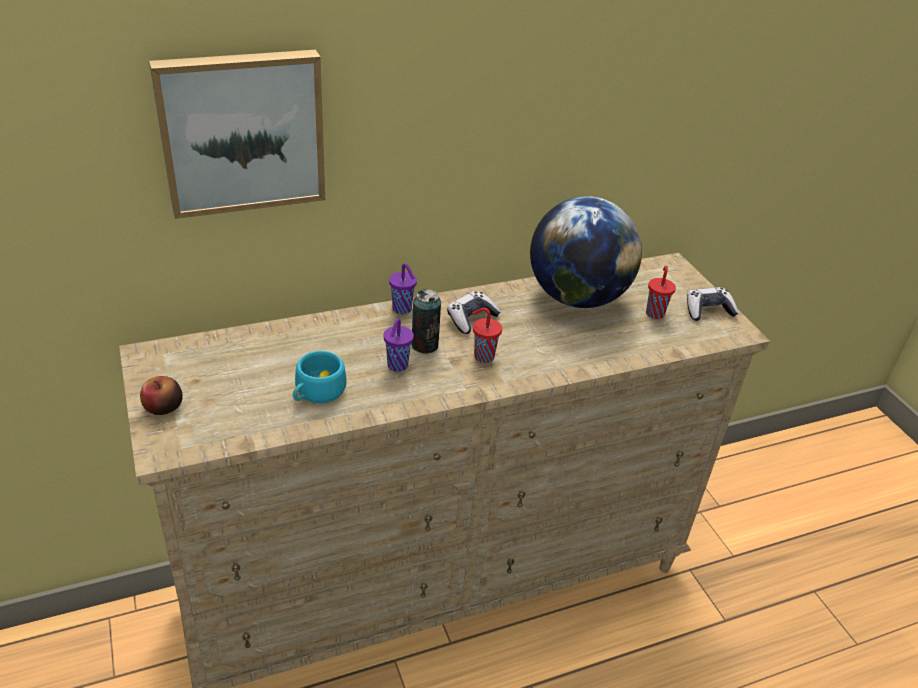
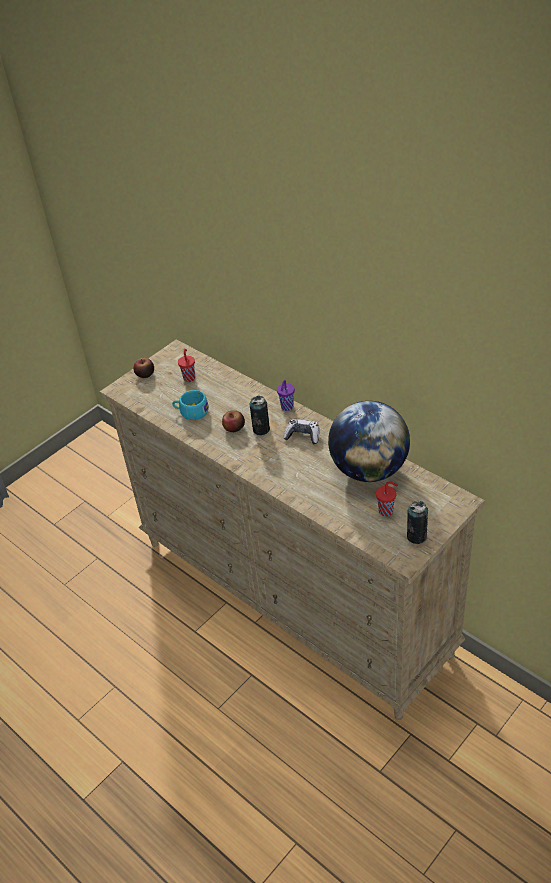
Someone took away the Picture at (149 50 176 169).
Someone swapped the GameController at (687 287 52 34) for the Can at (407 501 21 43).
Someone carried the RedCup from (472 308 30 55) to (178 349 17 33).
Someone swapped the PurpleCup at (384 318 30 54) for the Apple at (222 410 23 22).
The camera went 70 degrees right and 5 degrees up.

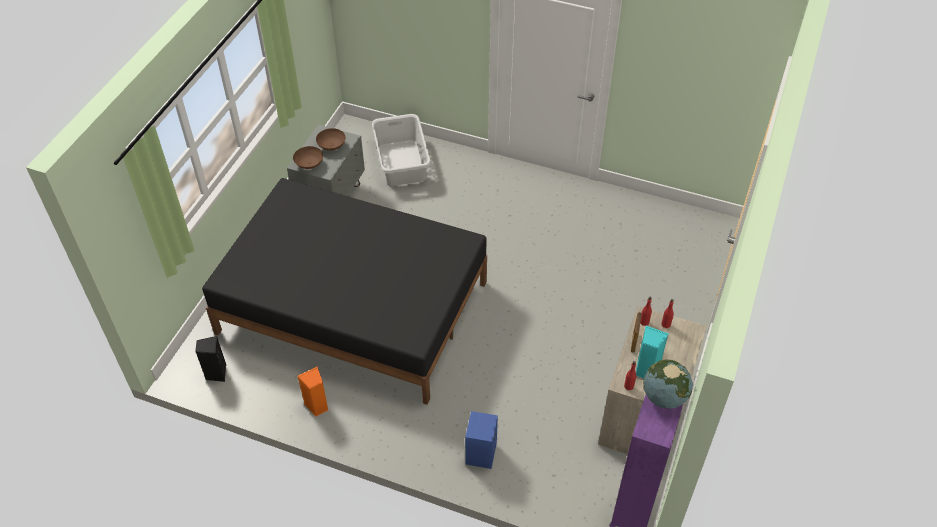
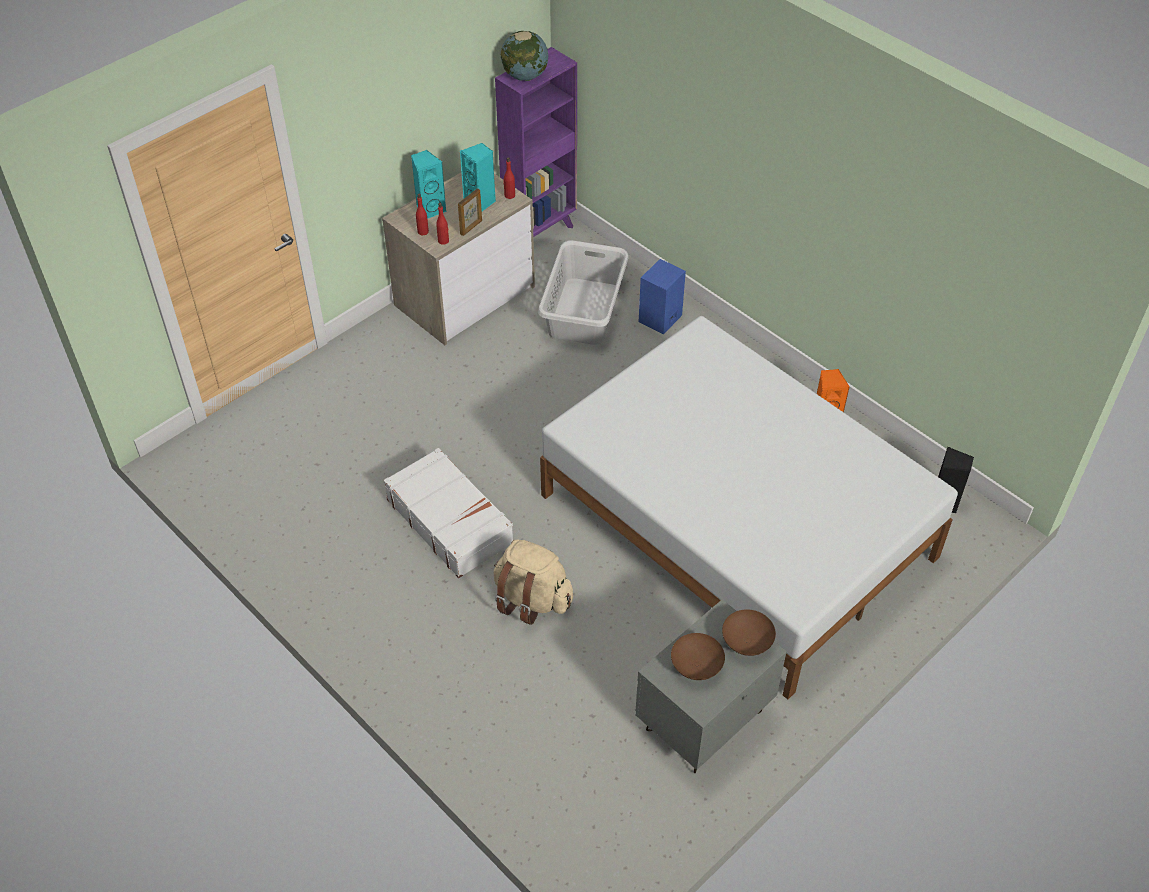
Someone carried the GreyLaundryBasket from (372 114 59 72) to (538 240 91 105).
Someone repainted the BlackBed at (202 178 285 227), which became the WhiteBed at (540 316 418 383).
Someone put down the TurquoiseSpeaker at (411 150 36 69).
Someone put down the WhiteSuitcase at (384 448 130 130).
Someone put down the BeigeBackpack at (494 539 79 86).
The camera went 155 degrees left and 0 degrees up.

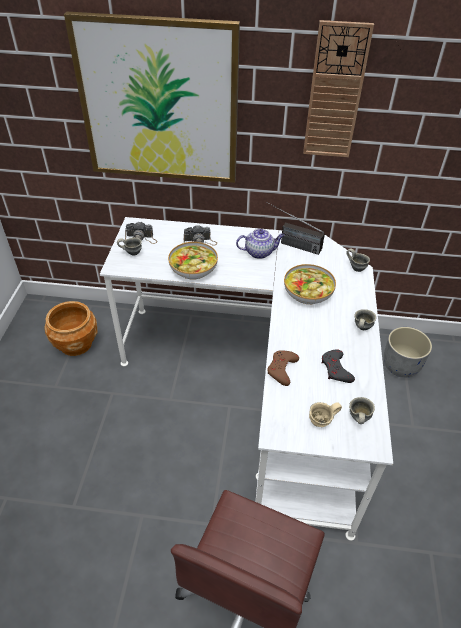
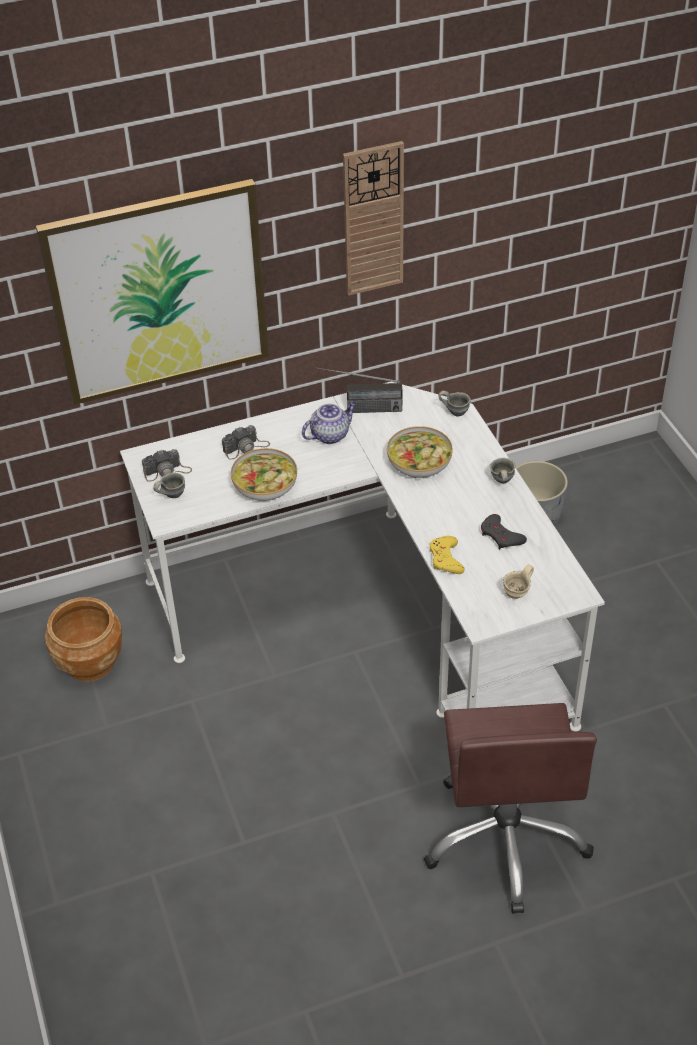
Someone repainted the BrownGameController at (267 350 32 36), which became the YellowGameController at (429 536 36 38).
Someone took away the GreyMug at (349 397 26 27).
The camera went 25 degrees left and 0 degrees up.

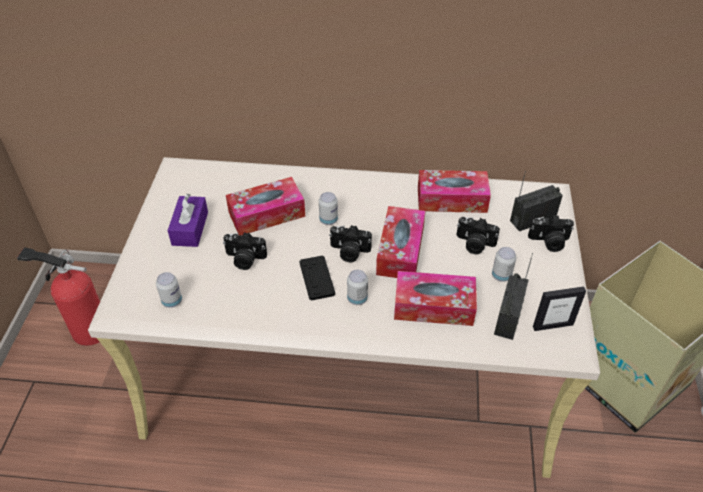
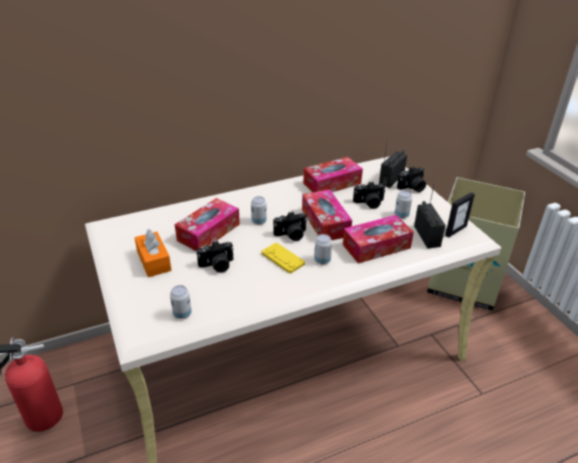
Someone repainted the PurpleTissueBox at (168 194 40 53), which became the OrangeTissueBox at (135 229 37 48).
Someone repainted the BlackGameController at (299 256 36 45), which became the YellowGameController at (261 243 44 30).
The camera went 30 degrees left and 10 degrees down.

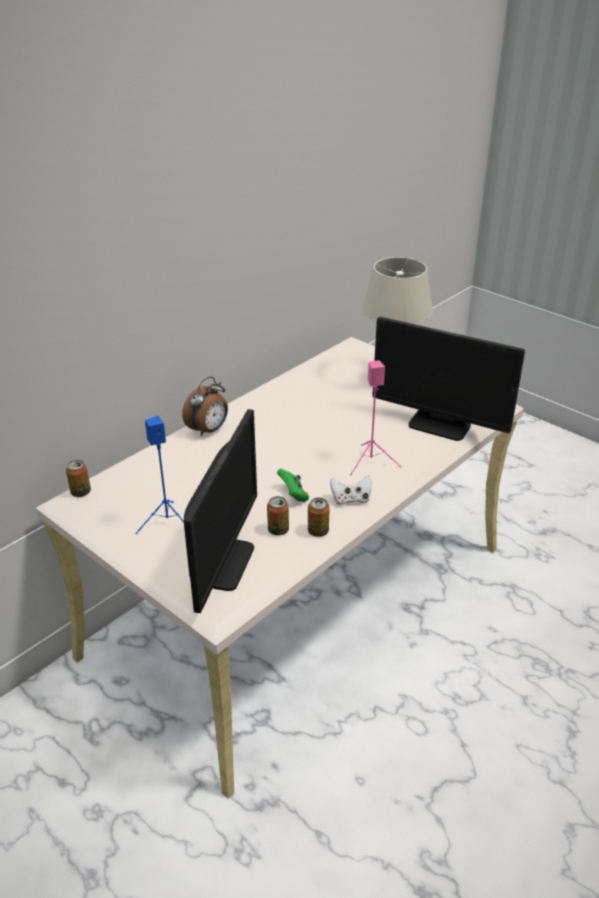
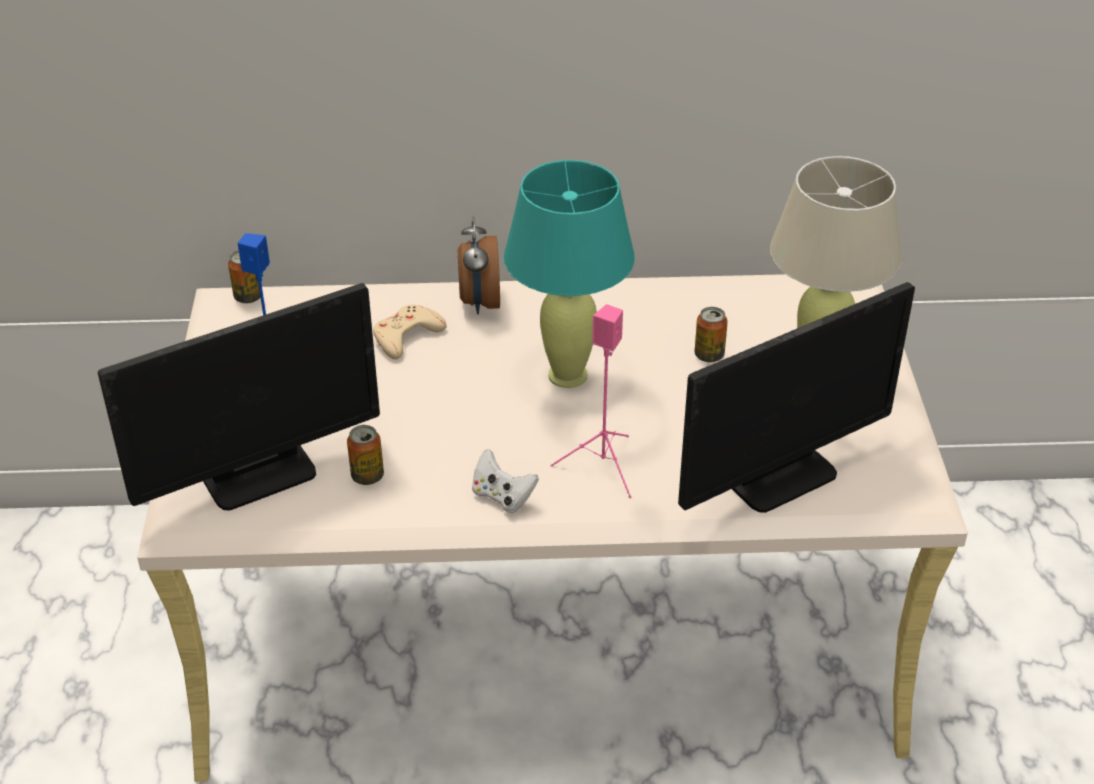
Someone rotated the Monitor at (372 317 153 124) by 105 degrees counterclockwise.
Someone rotated the AlarmClock at (182 377 46 59) by 90 degrees clockwise.
Someone took away the GreenGameController at (277 469 32 33).
Someone carried the Can from (308 497 22 40) to (694 307 34 55).
Someone put down the TurquoiseTableLamp at (504 160 131 228).
Someone put down the BeigeGameController at (373 305 74 54).
The camera went 45 degrees right and 5 degrees up.

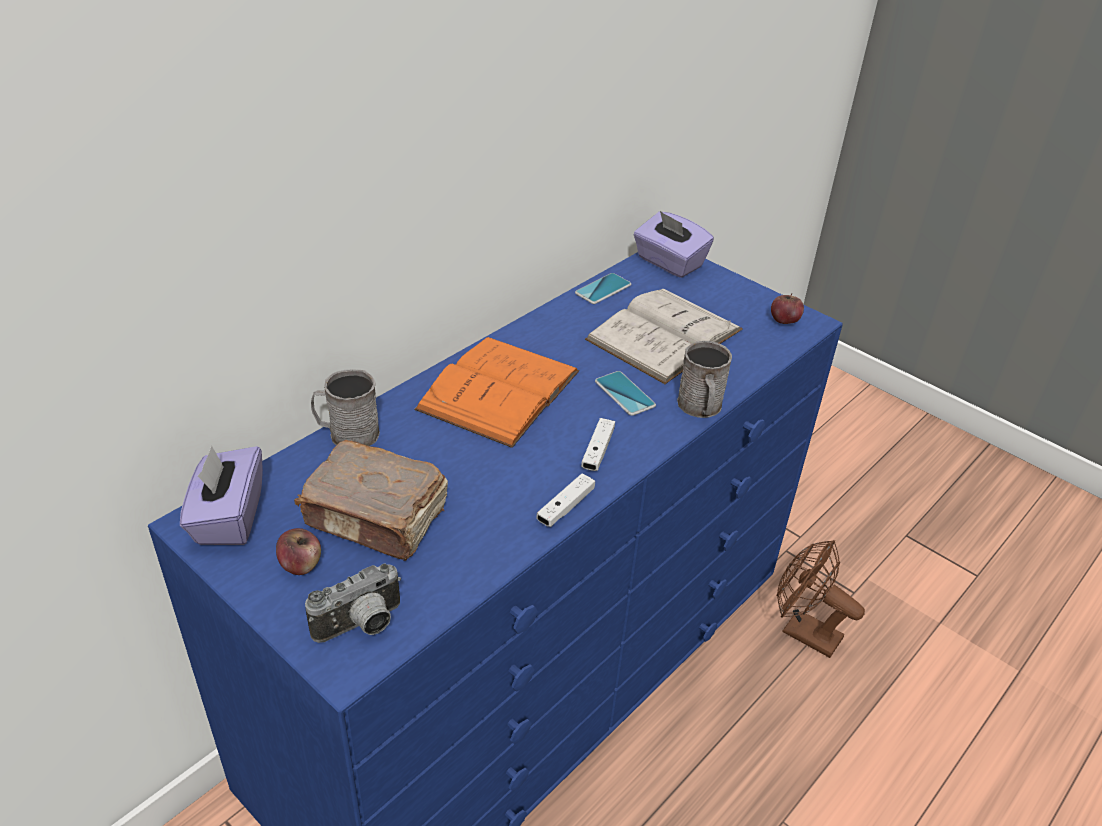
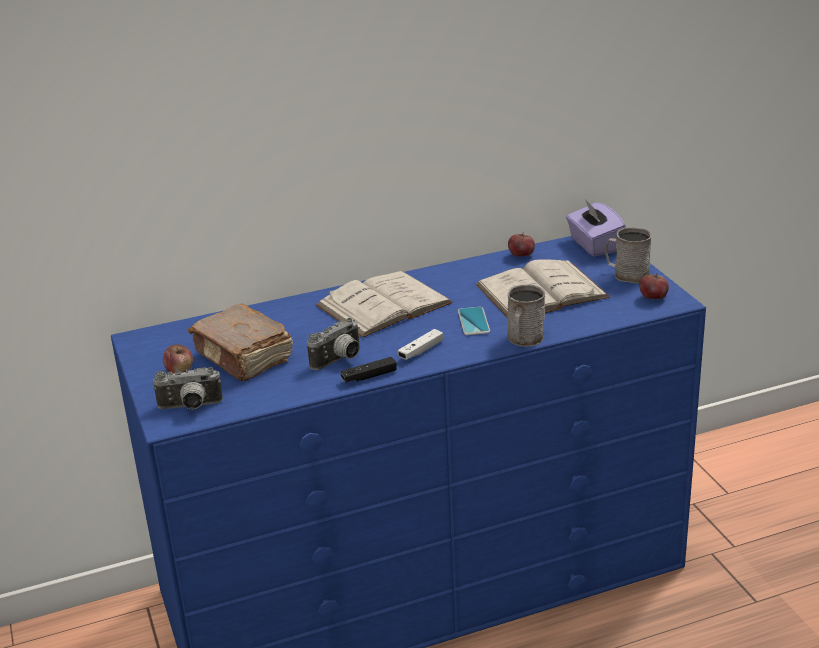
Someone swapped the Phone at (575 273 56 31) for the Apple at (508 232 27 25).
Someone repainted the OrangeBook at (415 337 164 111), which became the WhiteBook at (316 271 137 67).
Someone carried the GreyMug from (311 370 69 76) to (605 227 47 57).
Someone took away the PurpleTissueBox at (180 446 83 99).
Someone repainted the WhiteGameController at (536 474 59 53), which became the BlackGameController at (341 357 56 26).
Someone took away the BrownFan at (776 540 89 118).
Someone put down the PhotoCamera at (307 318 53 52).
The camera went 30 degrees right and 10 degrees down.

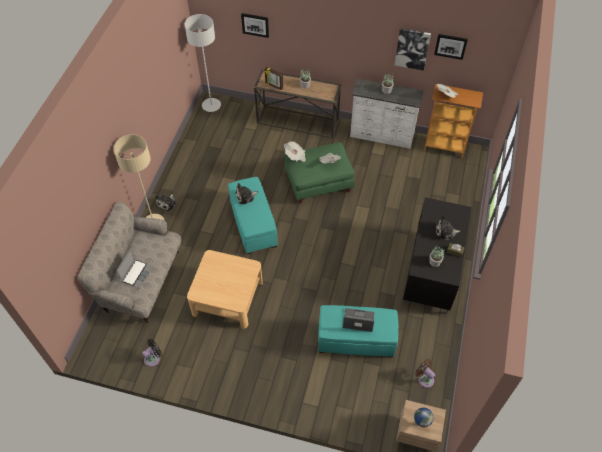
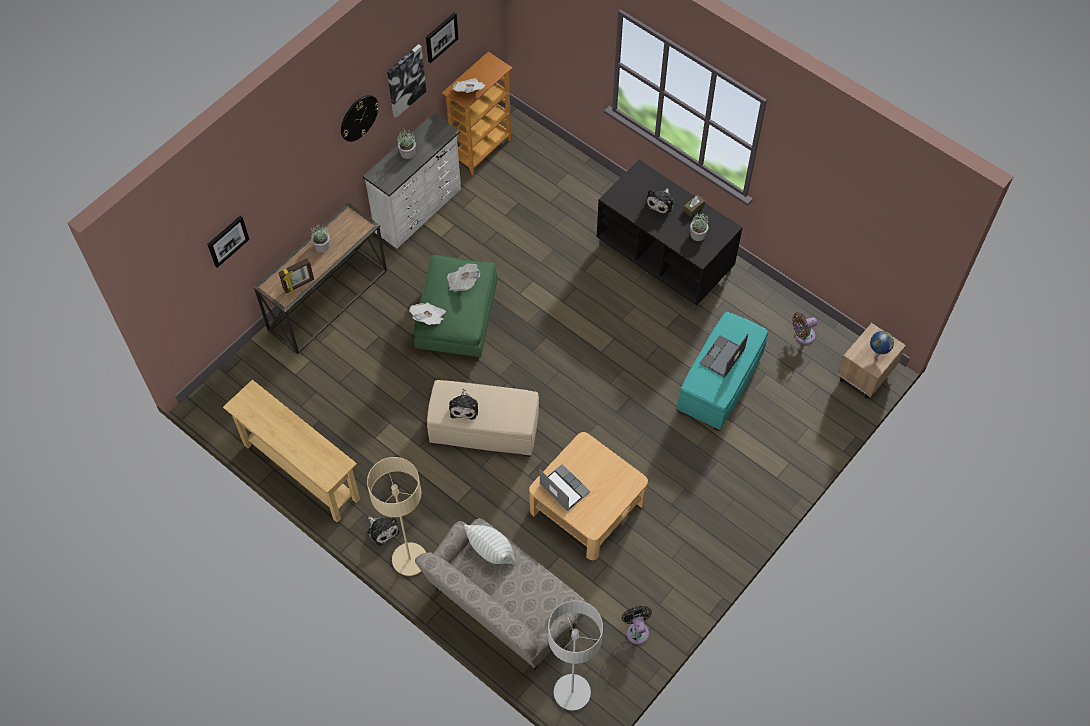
Someone carried the GreyFloorLamp from (185 14 36 98) to (548 600 55 110).
Someone repainted the TurquoiseOttoman at (228 177 50 78), which became the BeigeOttoman at (427 380 112 77).
Someone carried the Laptop from (116 248 37 41) to (539 464 51 47).
Someone put up the WallClock at (341 95 39 47).
Someone put down the BeigeConsoleTable at (223 380 137 142).
Someone put down the WhitePillow at (464 524 52 41).
The camera went 65 degrees left and 5 degrees up.

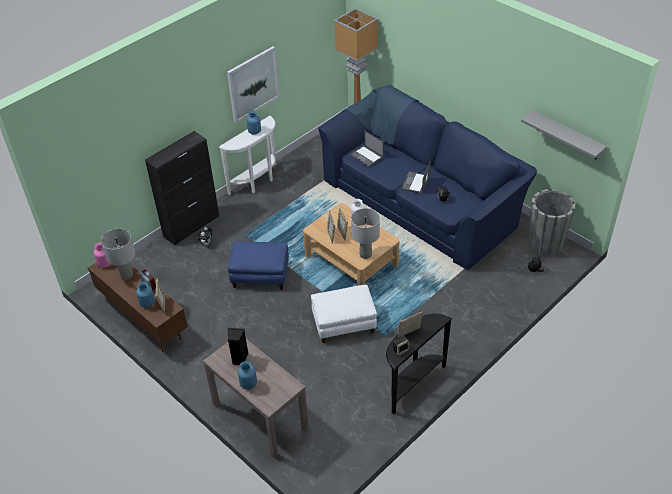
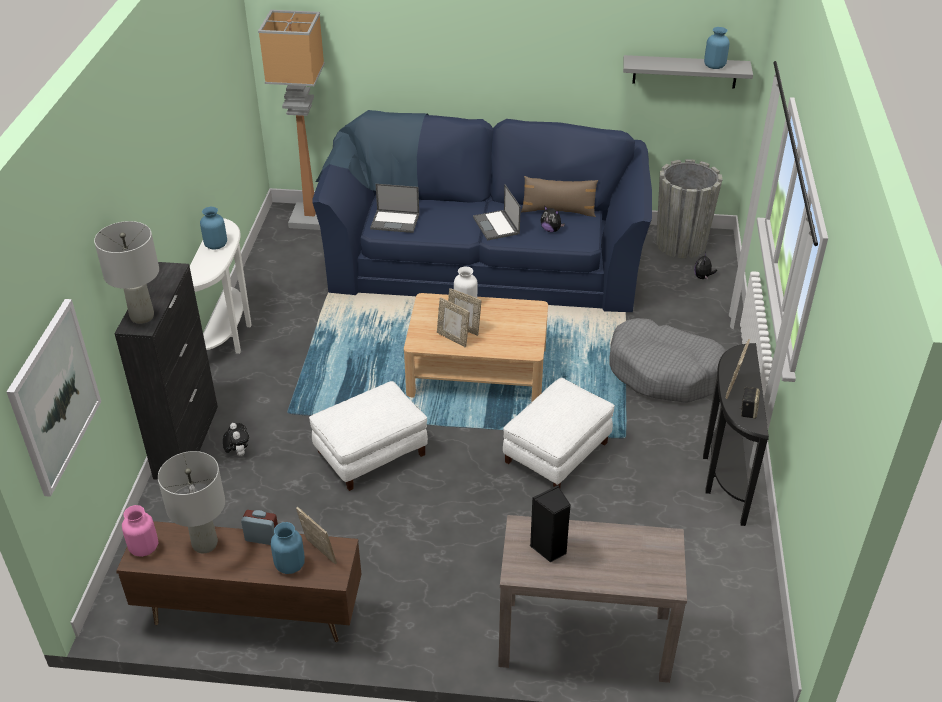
Someone carried the Picture from (227 46 52 77) to (7 299 94 198).
Someone carried the GreyTableLamp from (351 208 29 51) to (94 221 65 103).
Someone repainted the BlueOttoman at (228 241 61 49), which became the WhiteOttoman at (309 381 119 110).
Someone carried the BlueVase from (238 361 19 29) to (704 27 26 42).
Someone put down the BrownPillow at (521 176 77 41).
Someone put down the GreyDogBed at (610 318 116 85).
The camera went 40 degrees left and 5 degrees down.

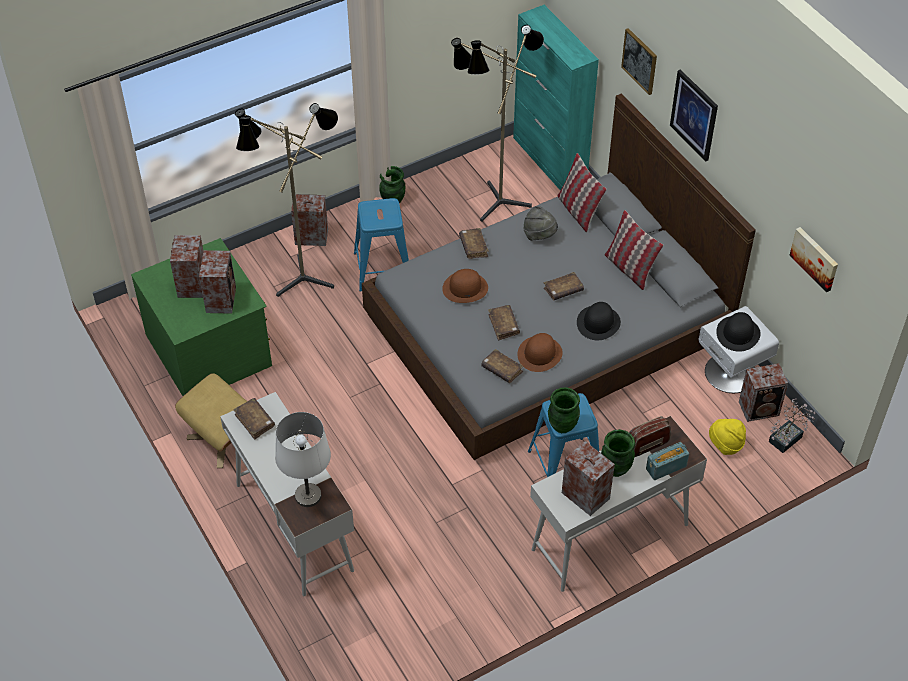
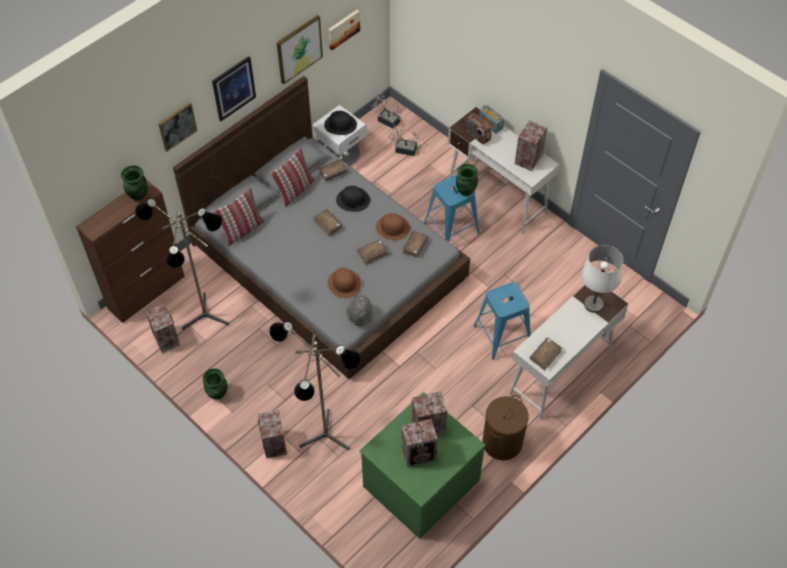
Someone repainted the TurquoiseCabinet at (513 5 86 186), which became the BrownCabinet at (76 179 109 144).
Someone carried the BlueStool from (354 198 55 94) to (473 282 58 78).
Someone carried the GreyHat from (523 206 35 35) to (346 295 26 31).
Someone carried the BrownBook from (459 228 30 31) to (318 159 30 22).
Someone carried the Speaker from (739 363 49 59) to (145 304 35 49).
Someone swapped the BeigeOttoman at (175 373 72 95) for the BrownLaundryBasket at (482 395 47 66).
Someone swapped the YellowHat at (709 419 37 36) for the PottedPlant at (389 124 32 32).
Someone carried the GreenVase from (601 429 34 48) to (121 165 27 36).
Someone put up the Picture at (277 15 46 69).
The camera went 105 degrees left and 5 degrees up.

